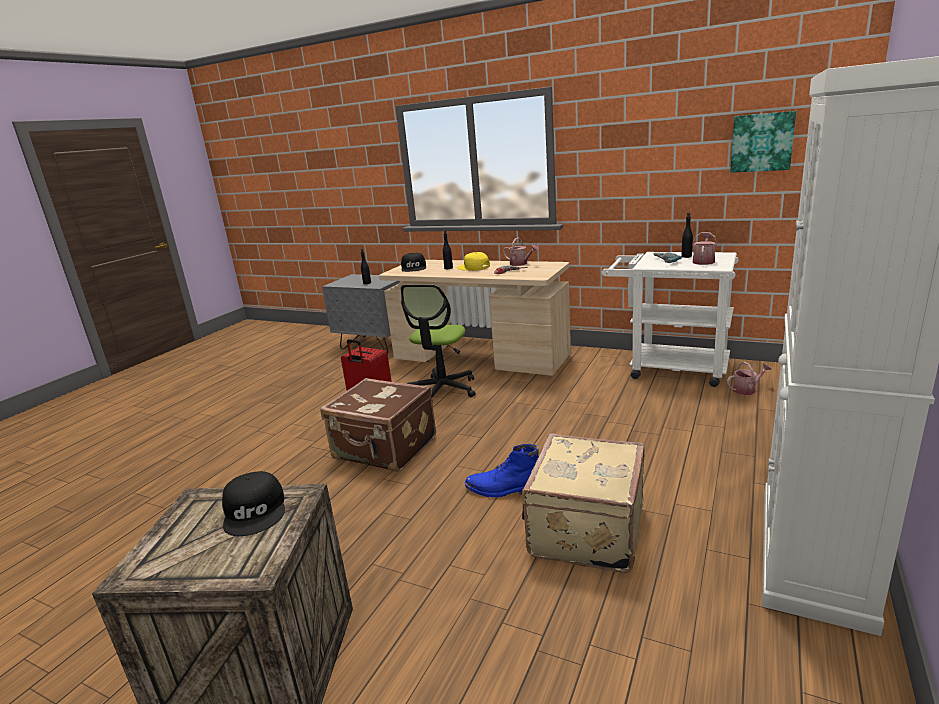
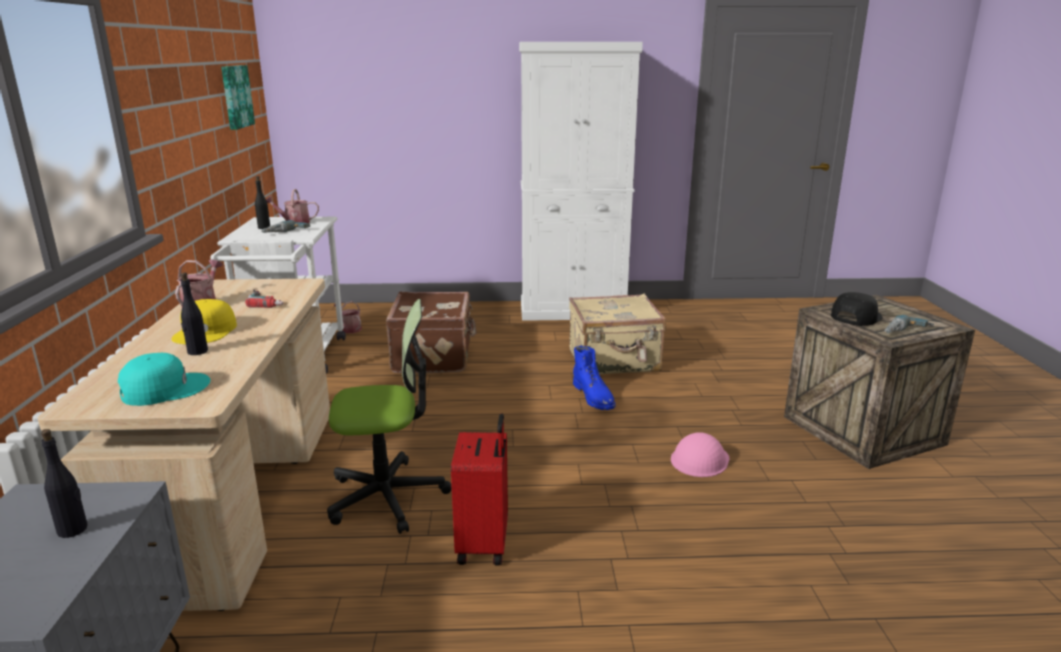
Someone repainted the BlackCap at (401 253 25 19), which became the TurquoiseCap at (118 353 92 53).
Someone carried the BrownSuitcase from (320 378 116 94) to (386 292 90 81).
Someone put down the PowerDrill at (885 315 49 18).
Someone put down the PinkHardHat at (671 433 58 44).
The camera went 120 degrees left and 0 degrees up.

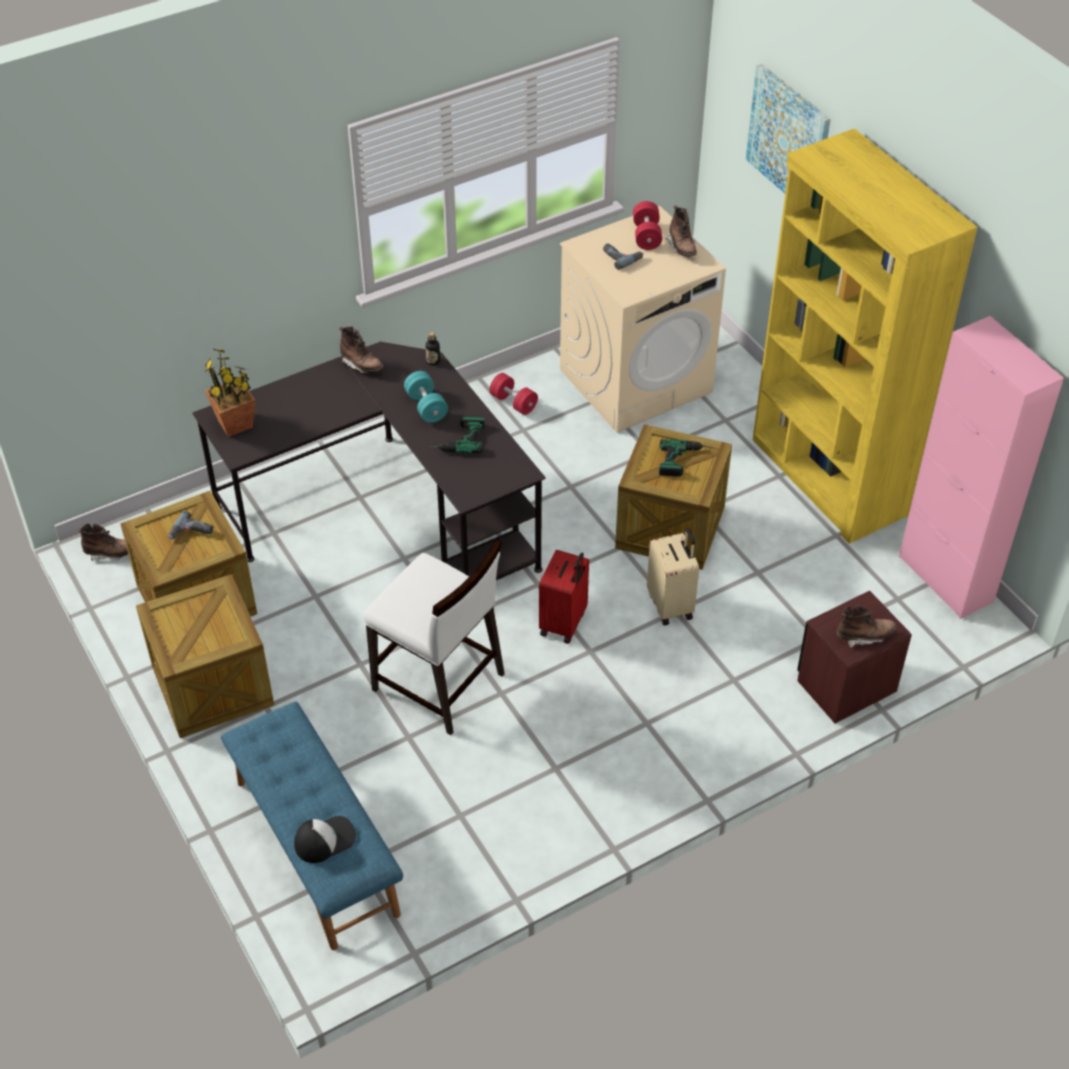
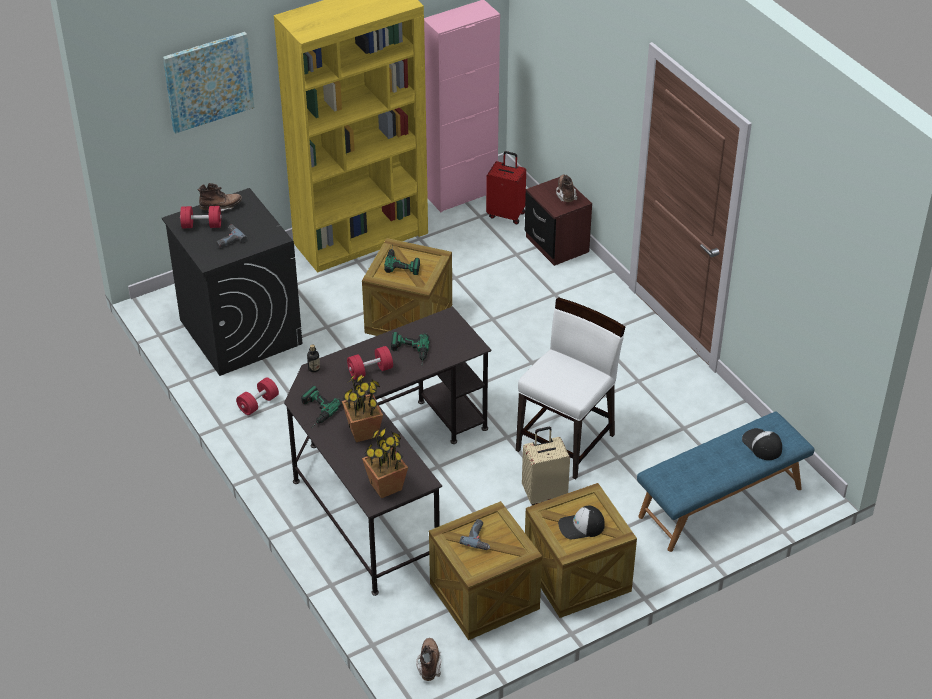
Someone repainted the BeigeWashingMachine at (560 206 166 227), which became the BlackWashingMachine at (162 188 141 188).
Someone swapped the BrownBoot at (339 327 44 46) for the PowerDrill at (301 386 41 42).
Someone repainted the TurquoiseDumbbell at (404 371 44 52), which became the RedDumbbell at (347 346 46 34).
Someone carried the BeigeSuitcase from (647 528 52 97) to (522 427 48 78).
Someone carried the RedSuitcase from (539 550 50 94) to (486 151 40 73).
Someone put down the PottedPlant at (342 374 41 68).
Someone put down the Cap at (558 506 47 33).
The camera went 90 degrees left and 5 degrees down.

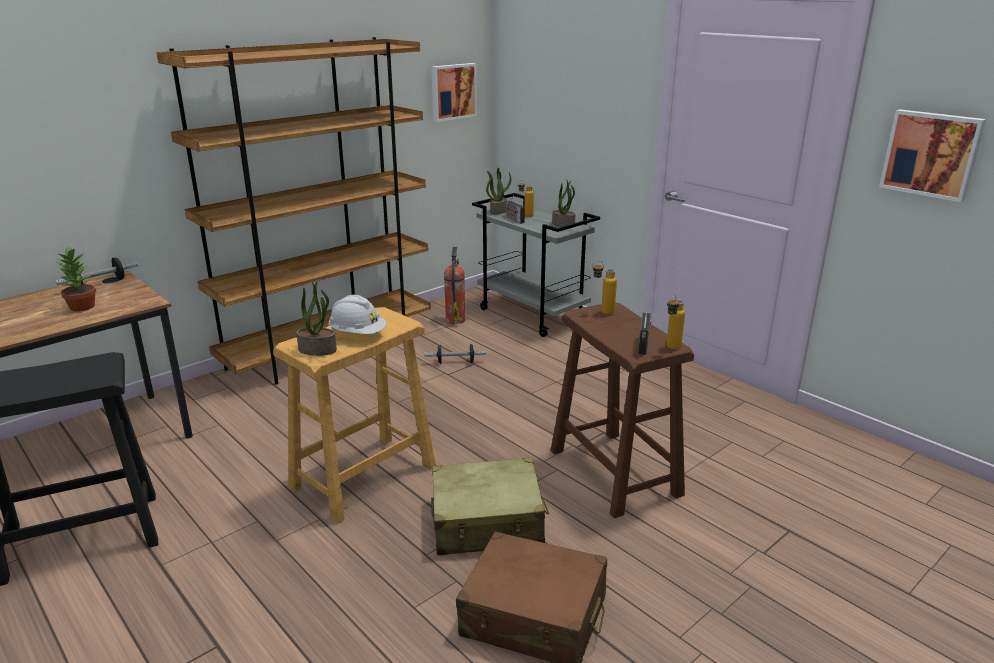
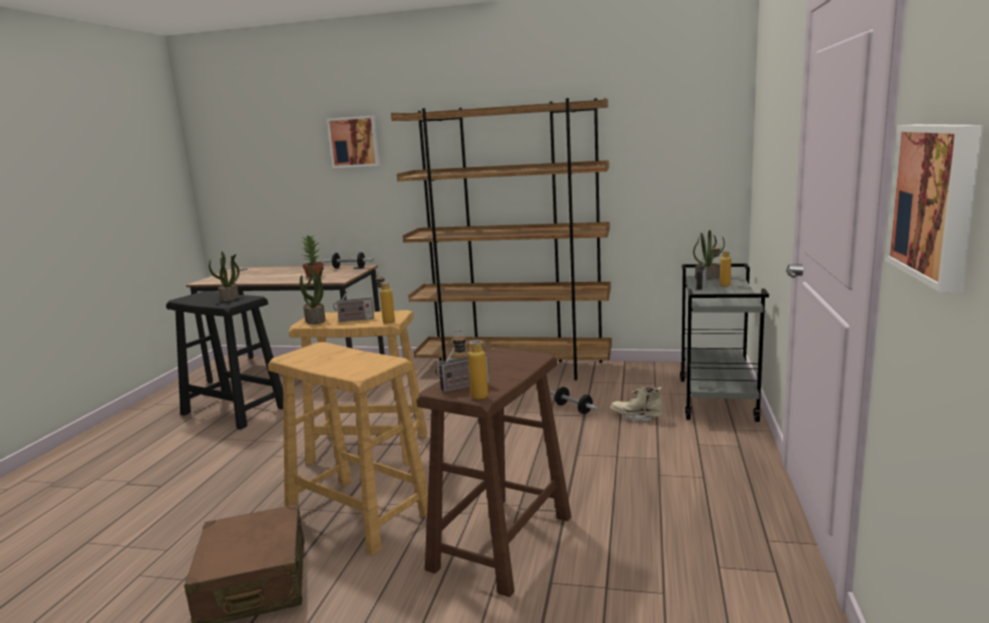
Someone carried the Picture from (431 63 46 59) to (327 116 53 52).
Someone carried the PottedPlant from (552 180 23 47) to (209 251 31 51).
Someone took away the FireExtinguisher at (444 247 21 77).
Someone carried the Bottle from (592 261 25 53) to (375 272 20 51).
Someone swapped the WhiteHardHat at (329 295 58 39) for the Radio at (333 289 41 33).
Someone swapped the BeigeSuitcase at (431 457 118 98) for the BeigeStool at (268 342 160 214).
Someone put down the BeigeBoot at (610 387 53 35).
The camera went 55 degrees right and 10 degrees down.

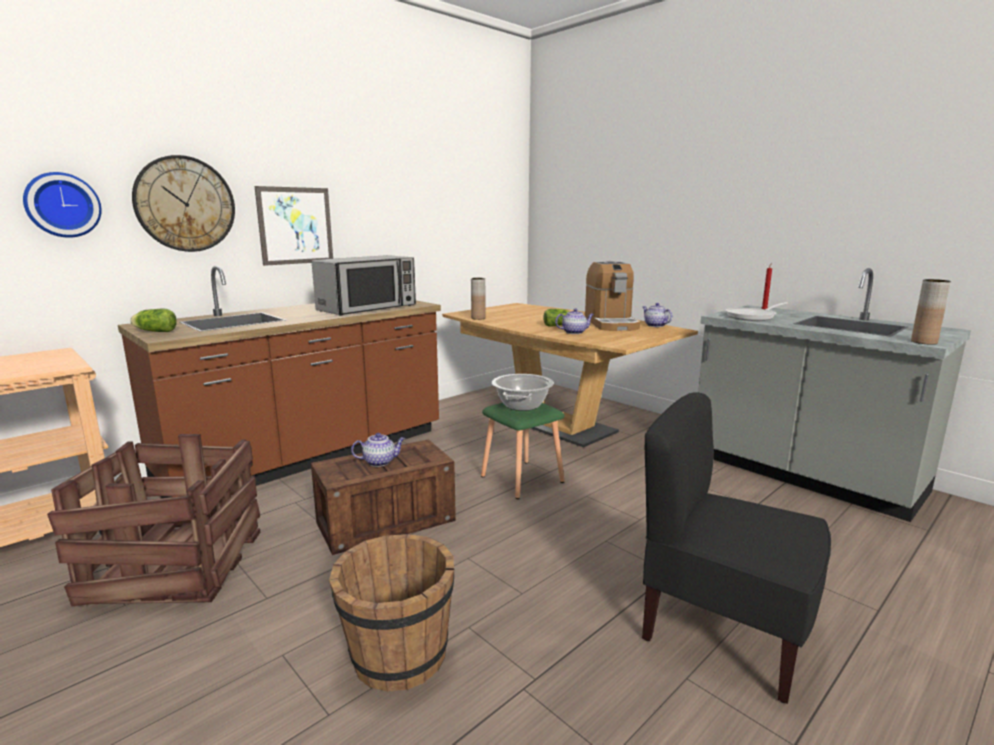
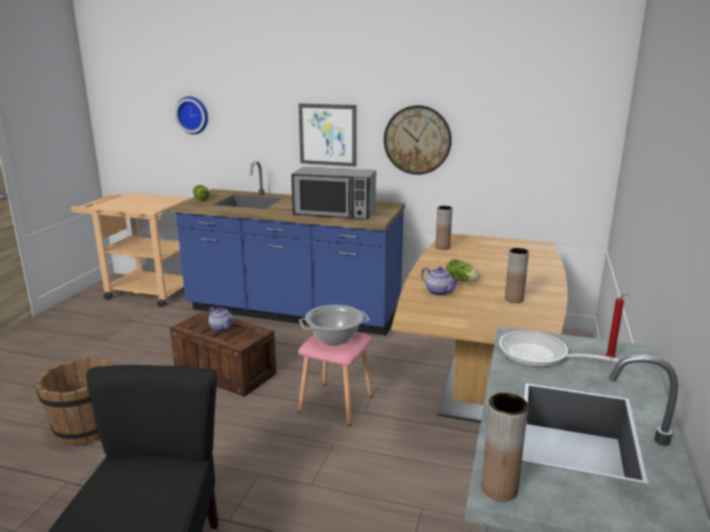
Someone carried the WallClock from (132 155 103 97) to (384 105 68 70).
Someone swapped the CoffeeMachine at (585 261 55 70) for the BrownVase at (505 248 24 55).
Someone repainted the BrownCounter at (118 266 323 232), which became the BlueCounter at (171 161 234 175).
Someone took away the Teapot at (643 303 29 24).
Someone repainted the GreenStool at (481 403 84 96), which became the PinkStool at (298 332 75 93).
Someone took away the Crate at (47 434 213 172).
The camera went 60 degrees right and 5 degrees up.

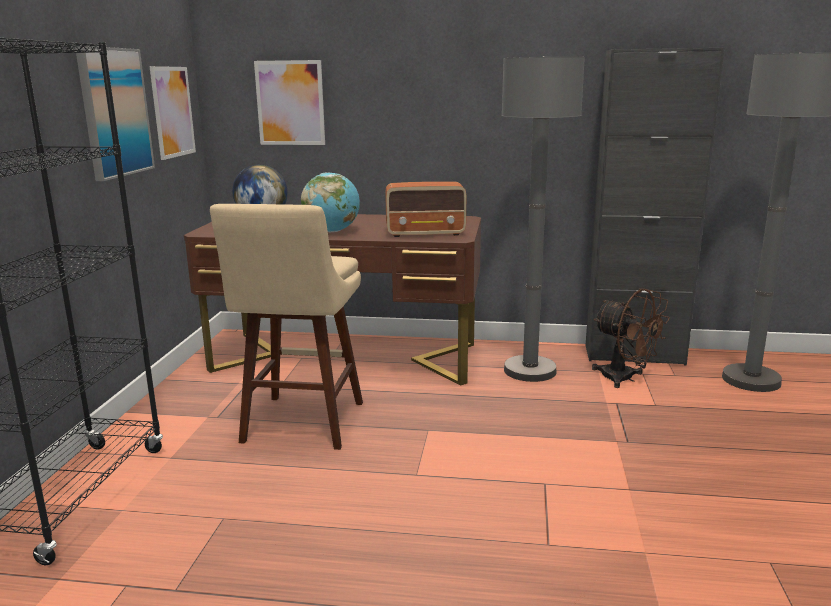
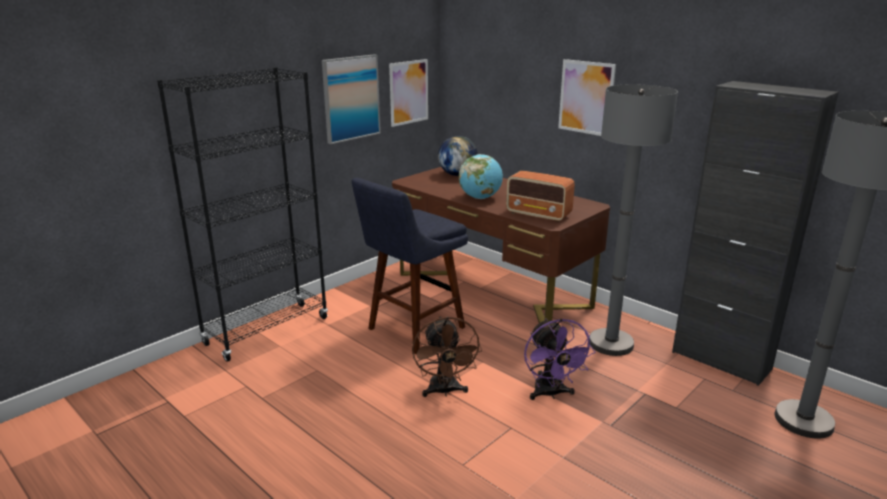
Someone carried the Picture from (254 60 71 85) to (558 59 58 77).
Someone repainted the BeigeStool at (210 204 153 246), which became the BlueStool at (351 178 117 176).
Someone carried the BrownFan from (592 288 78 100) to (412 316 70 81).
Someone put down the PurpleFan at (524 318 71 82).
The camera went 35 degrees right and 5 degrees up.

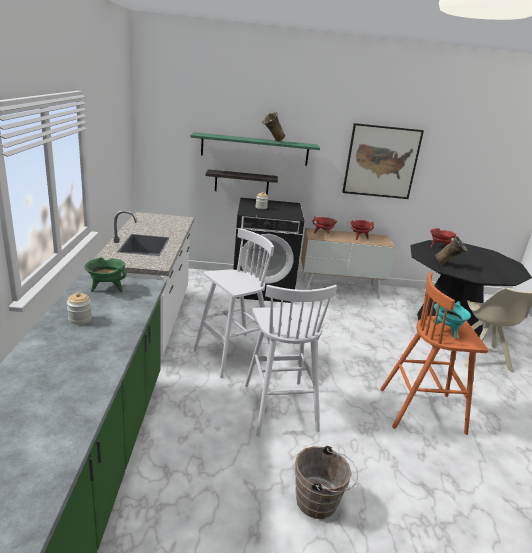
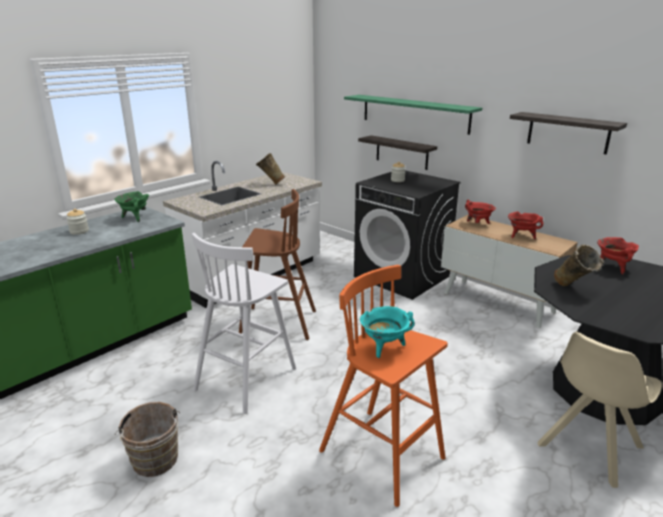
Someone carried the BeigeVase from (262 112 23 30) to (256 153 29 32).
Someone swapped the Picture at (342 123 82 76) for the Shelf at (510 112 117 42).
Someone repainted the WhiteStool at (194 228 80 150), which became the BrownStool at (239 189 77 151).
The camera went 45 degrees right and 0 degrees up.

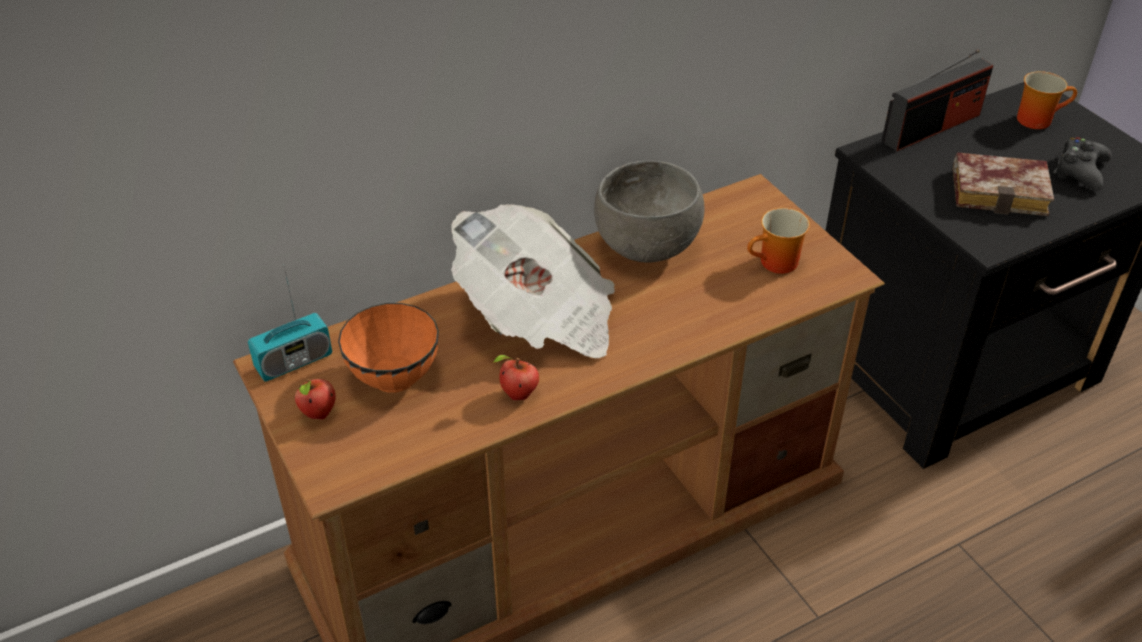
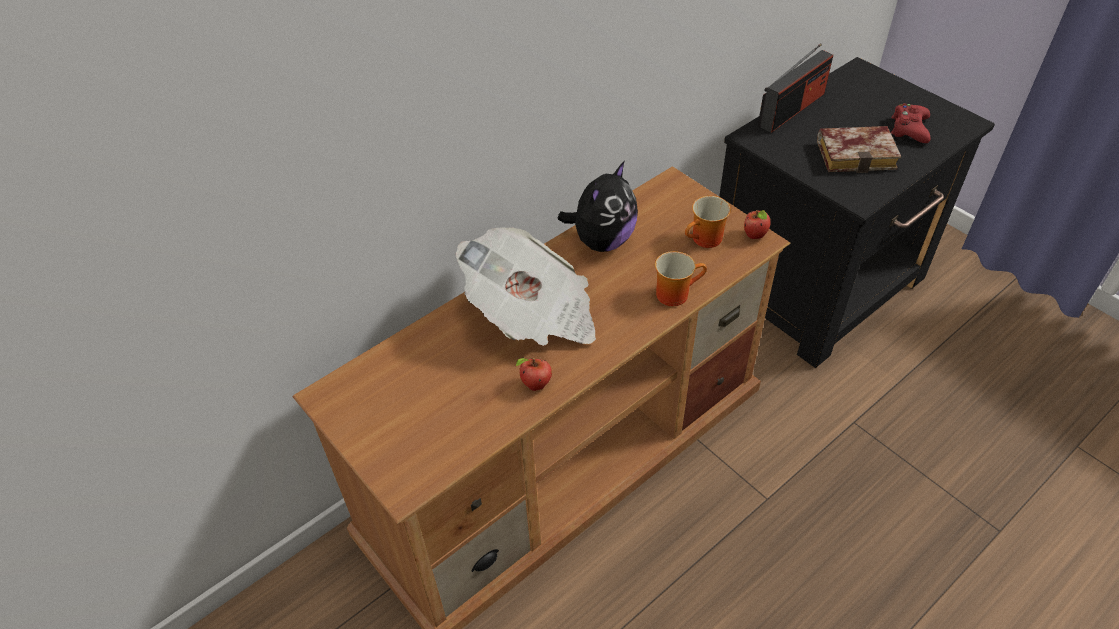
Someone carried the Mug from (1017 71 60 58) to (655 251 52 55).
Someone repainted the BlackGameController at (1053 137 59 53), which became the RedGameController at (891 103 40 40).
Someone swapped the GreyBowl at (594 161 111 102) for the PlushToy at (558 161 80 91).
Someone took away the Radio at (248 264 84 118).
Someone took away the OrangeBowl at (338 303 101 90).
Someone carried the Apple from (294 379 42 40) to (744 210 27 29).
The camera went 10 degrees left and 5 degrees up.

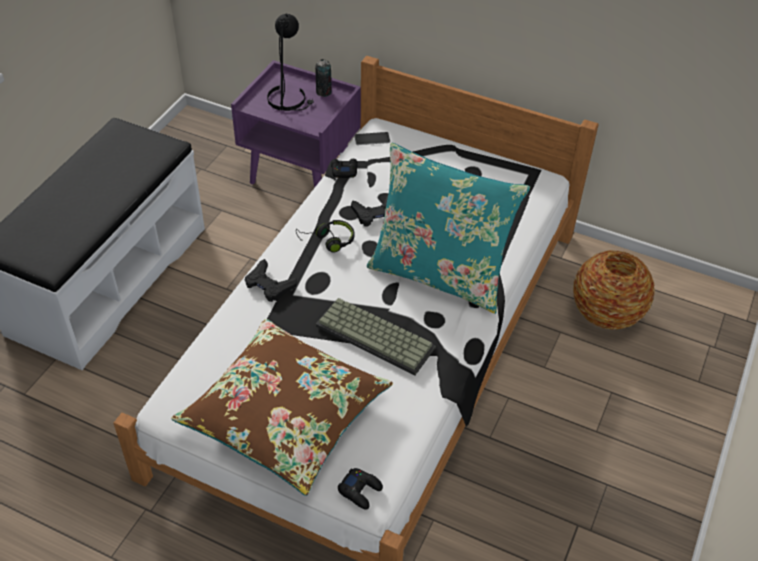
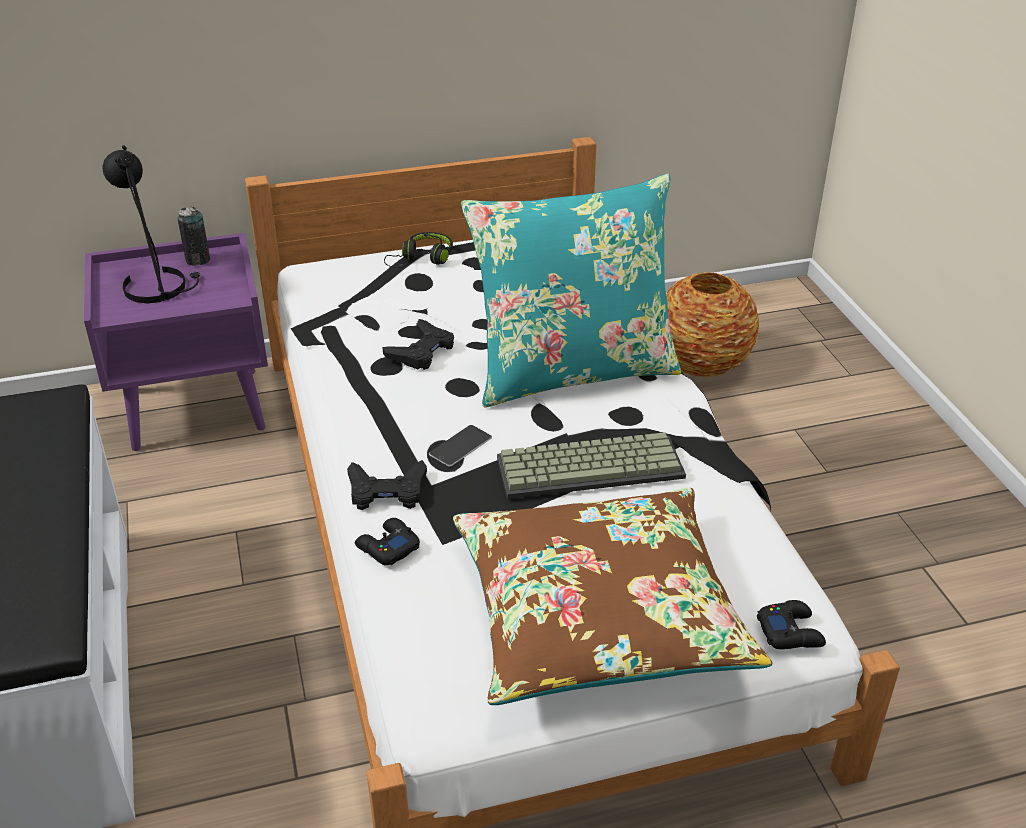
Someone carried the Phone from (354 132 36 13) to (429 425 63 42).
Someone carried the BlackGameController from (331 159 27 19) to (355 518 65 47).
Someone carried the BlackHeadphones from (296 220 58 33) to (384 232 69 36).
The camera went 40 degrees left and 10 degrees down.

